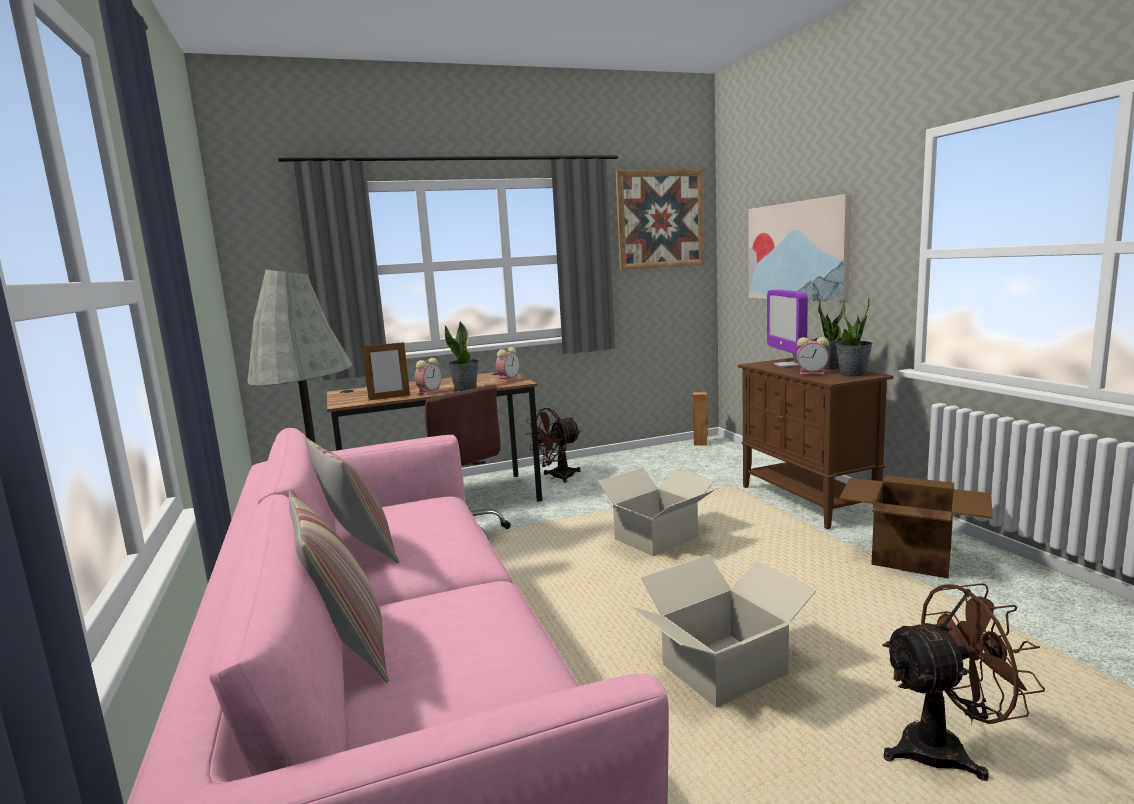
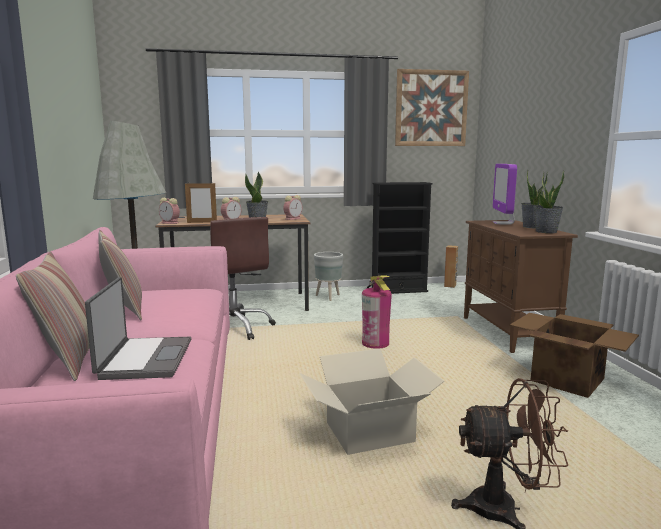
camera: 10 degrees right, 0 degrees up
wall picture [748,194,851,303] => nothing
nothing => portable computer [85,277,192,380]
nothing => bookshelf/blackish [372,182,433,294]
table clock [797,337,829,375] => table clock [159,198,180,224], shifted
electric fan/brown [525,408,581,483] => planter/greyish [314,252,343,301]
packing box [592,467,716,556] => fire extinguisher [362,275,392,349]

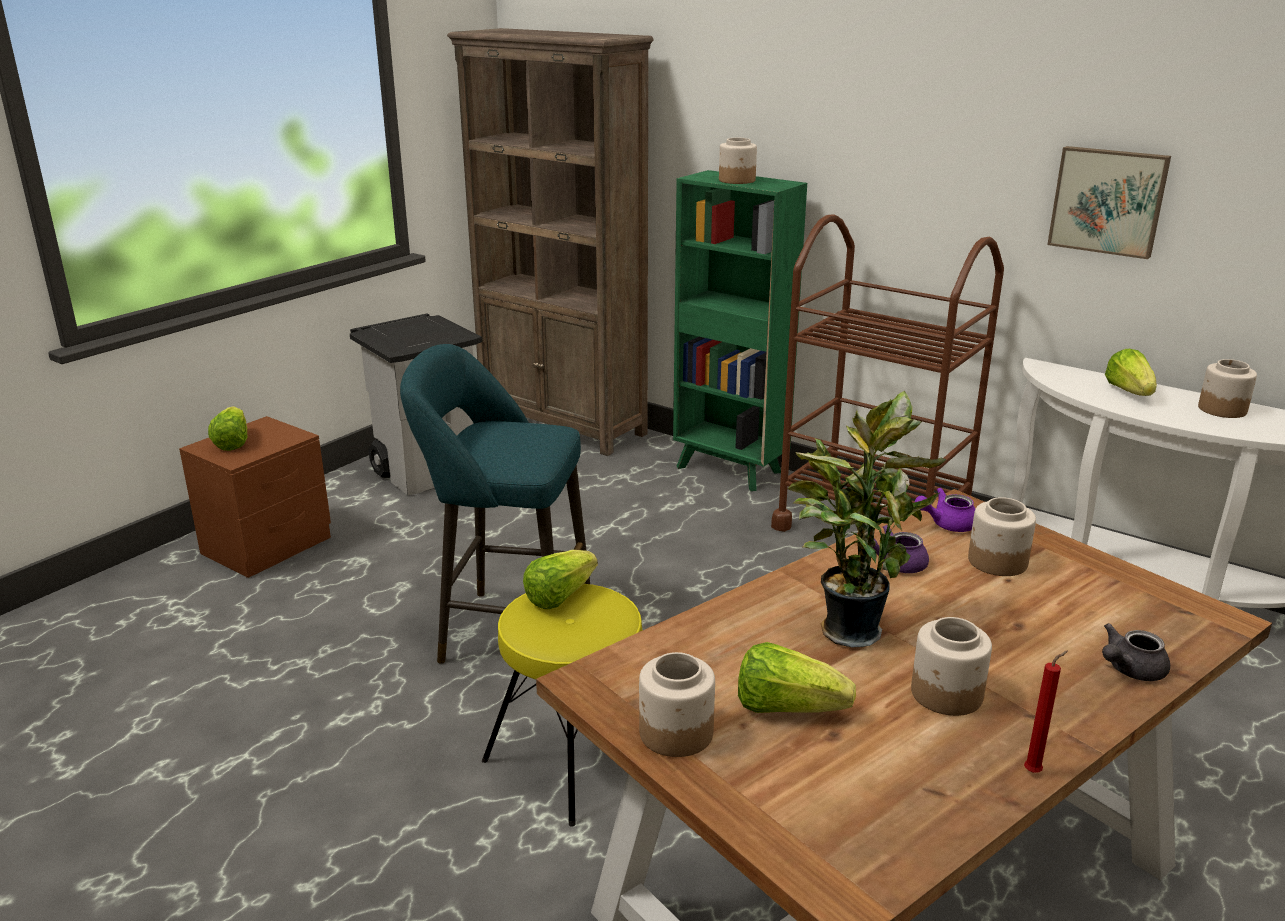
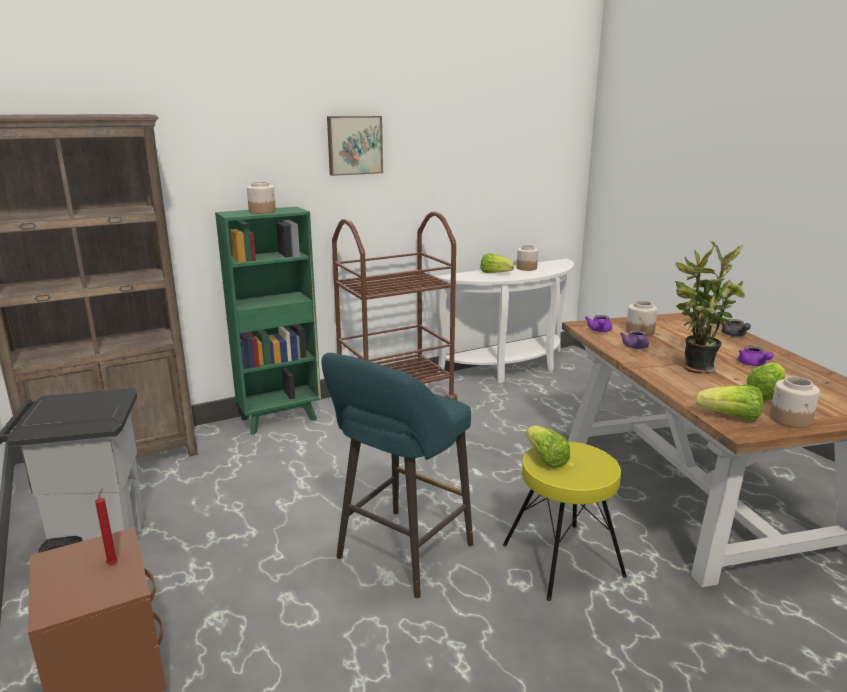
camera: 65 degrees left, 5 degrees down
head of lettuce [208,406,247,451] => head of lettuce [695,385,763,421], shifted
candle/red-coloured [1024,651,1068,773] => candle/red-coloured [95,488,118,565], shifted
wall picture [1047,146,1171,259] => wall picture [327,116,383,176], shifted
storage jar [911,617,992,716] => pot for tea/purplish [738,346,774,366]

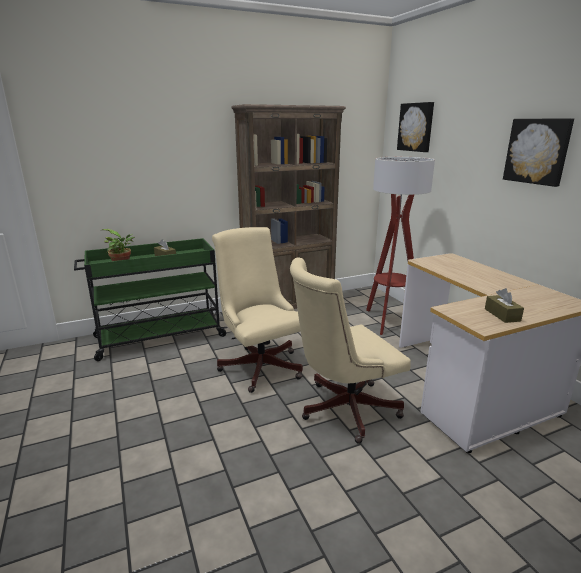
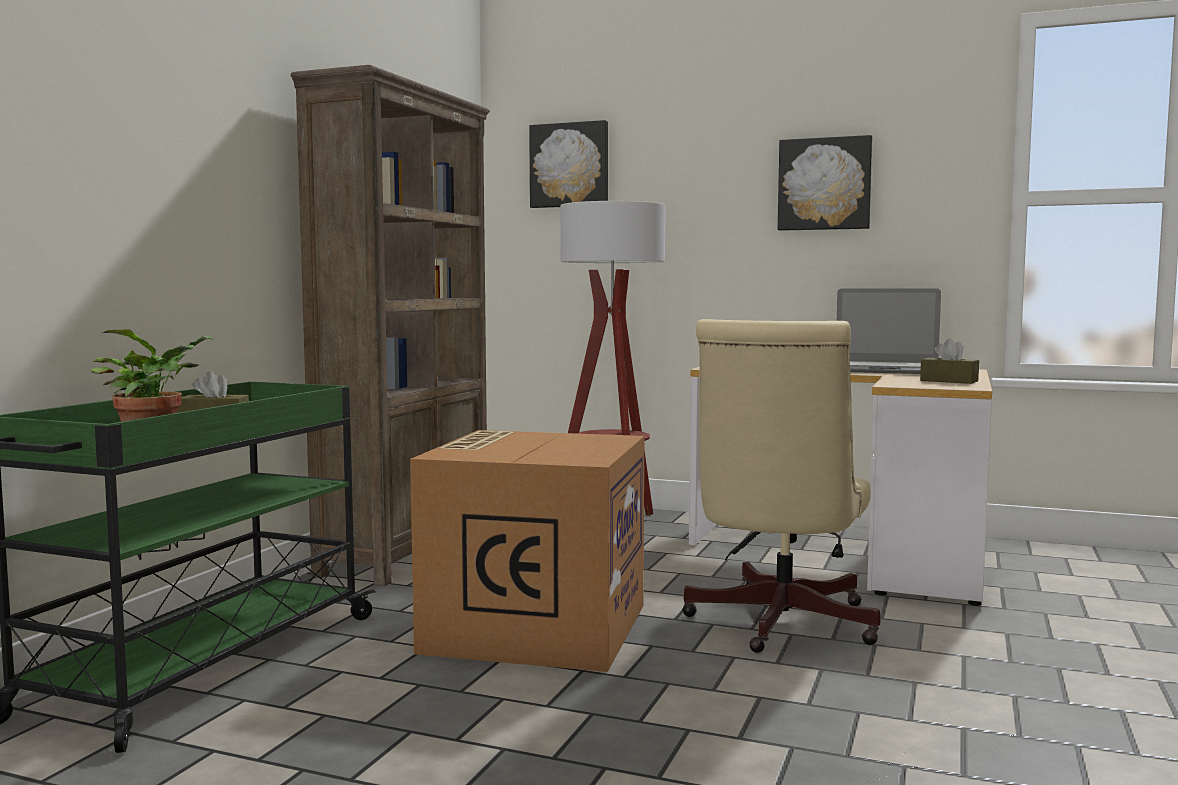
camera: 45 degrees left, 15 degrees down
nothing => portable computer [837,288,941,374]
desk chair/beige [212,227,303,393] => packing box [410,430,644,672]

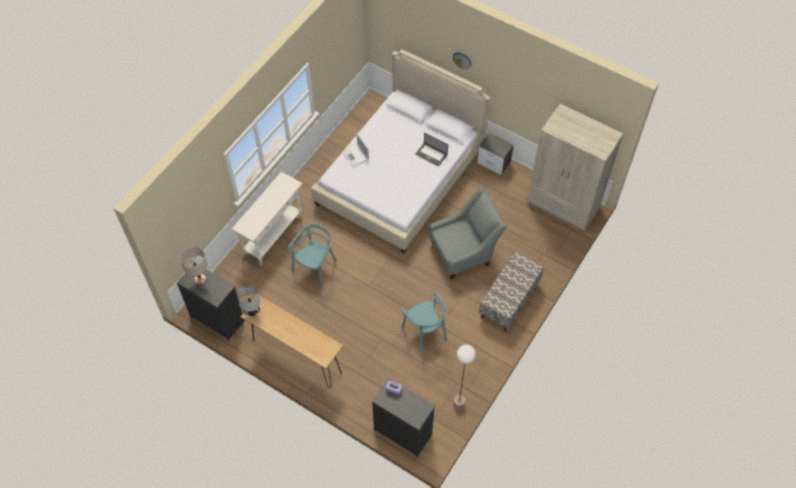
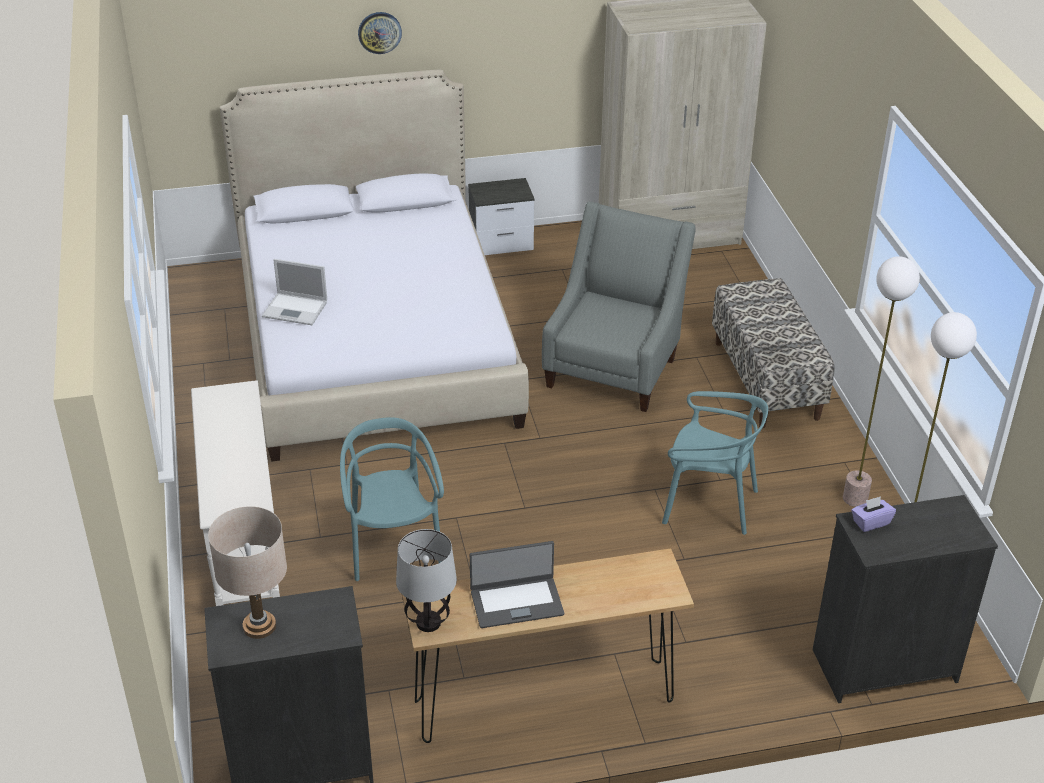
camera: 45 degrees left, 20 degrees down
nothing => standing lamp [843,256,920,507]
portable computer [415,133,448,166] => portable computer [470,541,564,628], shifted

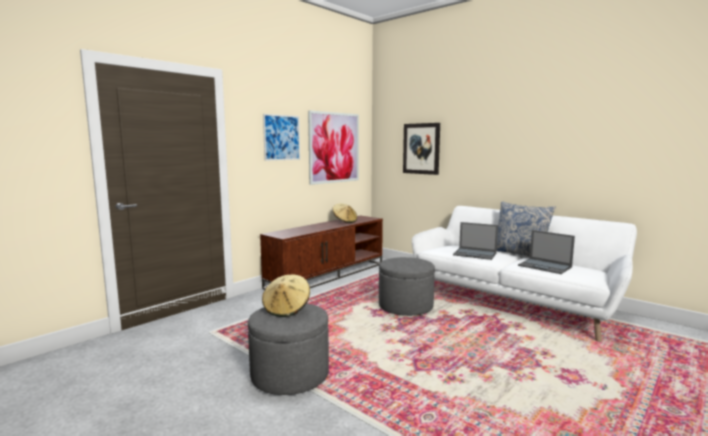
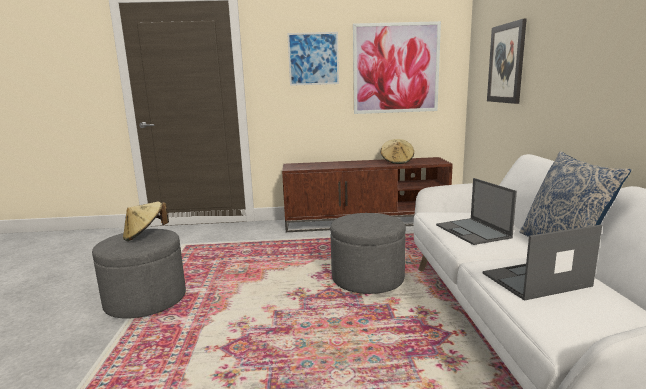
camera: 45 degrees right, 5 degrees up
portable computer [518,230,575,274] => portable computer [483,225,602,301], 75 degrees clockwise

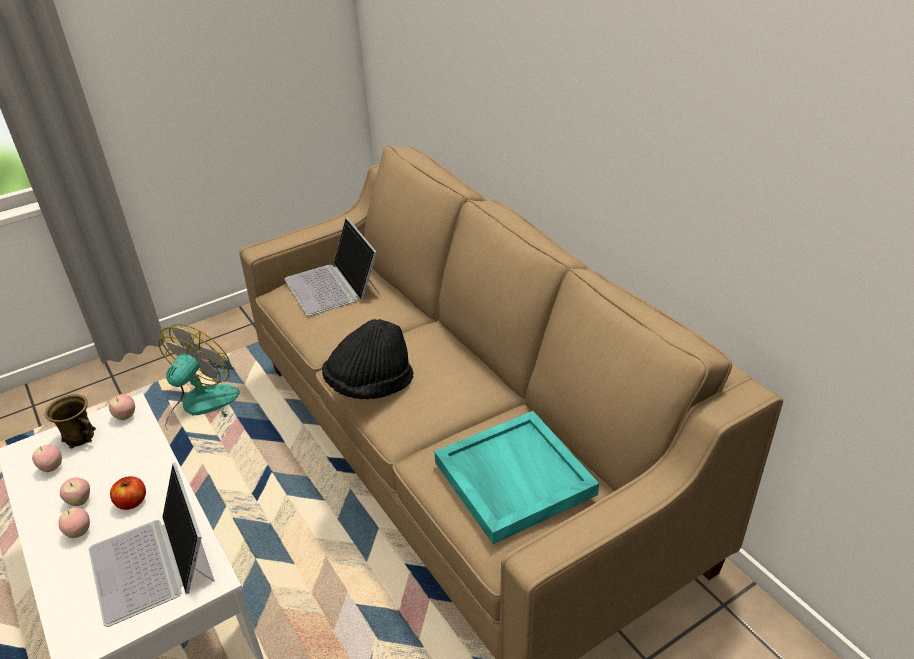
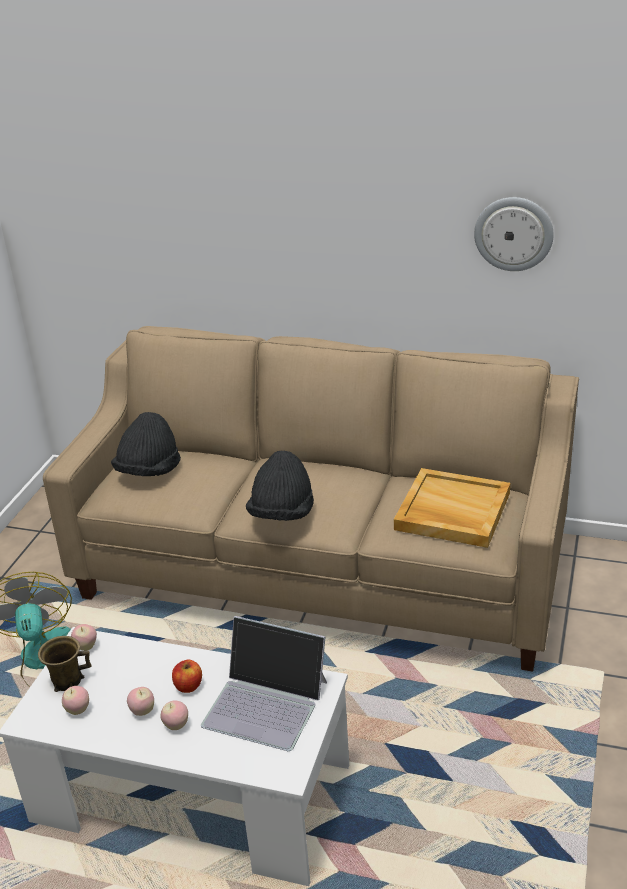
camera: 40 degrees left, 5 degrees down
nothing => wall clock [474,197,554,271]
portable computer [285,217,379,316] => clothing hat/blackish [111,412,181,476]
serving tray/turquoise-coloured [434,411,599,544] => serving tray/beige [394,468,510,548]

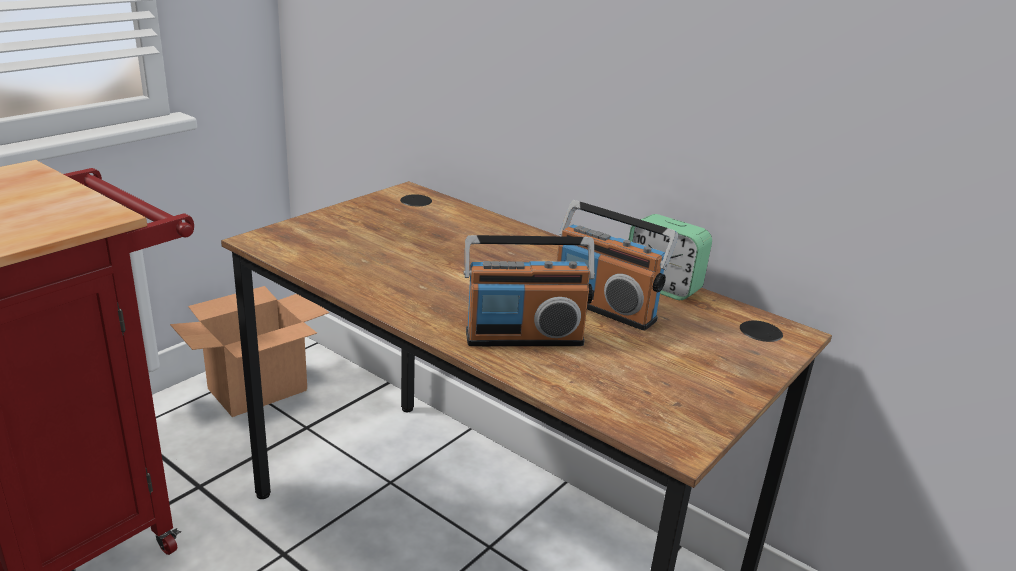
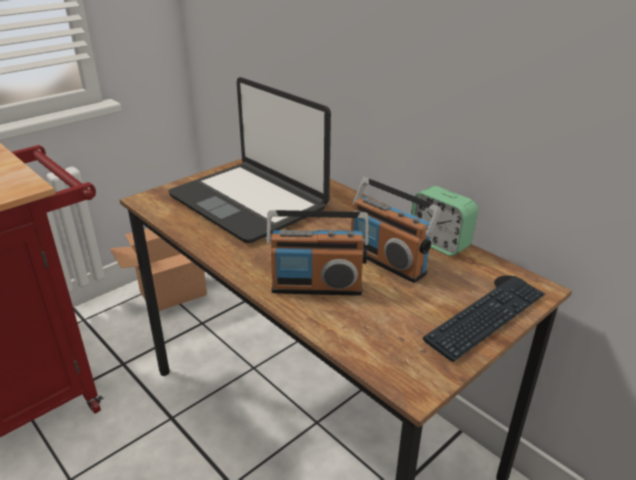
camera: 10 degrees right, 5 degrees up
nothing => portable computer [168,77,331,243]
nothing => PC keyboard [423,276,545,362]

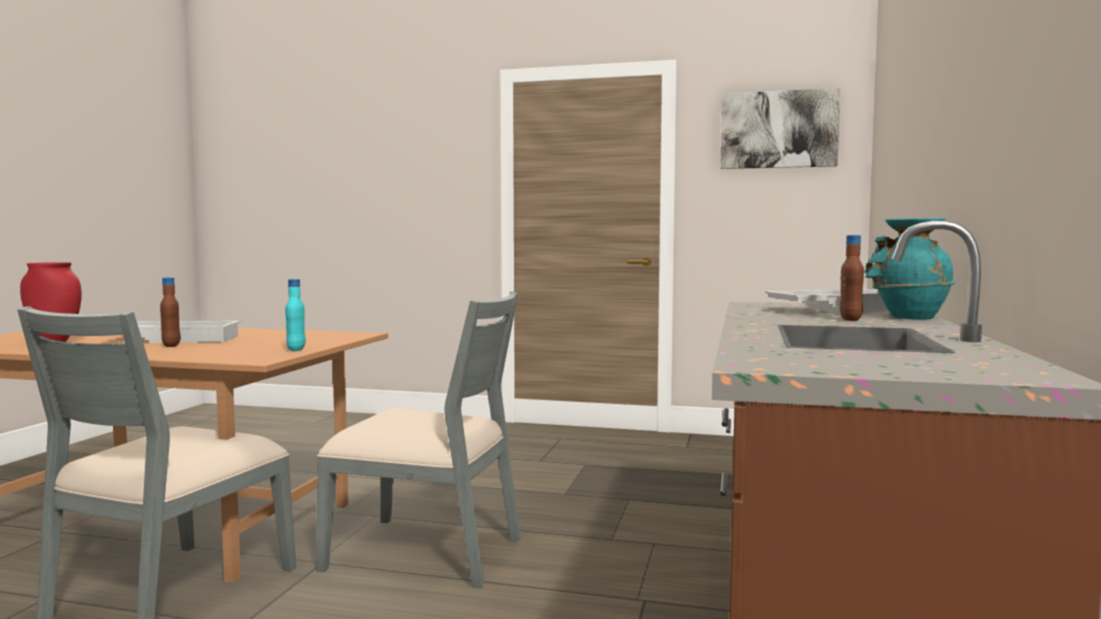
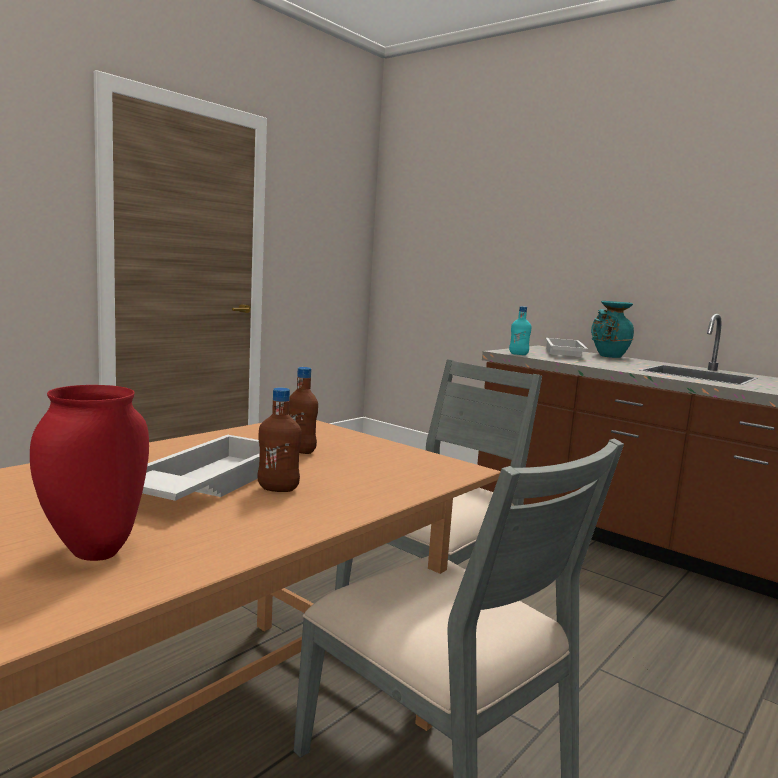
camera: 65 degrees left, 5 degrees up
wall picture [720,88,840,169] => nothing
drink bottle/turquoise-coloured [285,279,306,351] => drink bottle/turquoise-coloured [509,306,531,355], shifted
drink bottle/brown [840,235,864,321] => drink bottle/brown [289,367,318,454], shifted

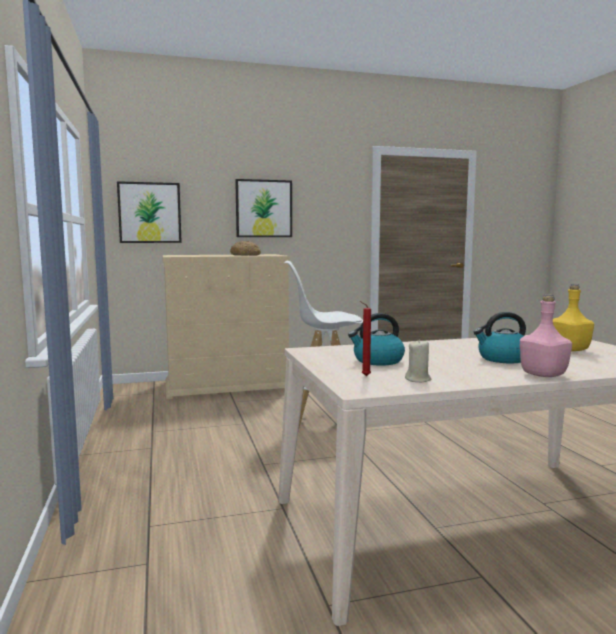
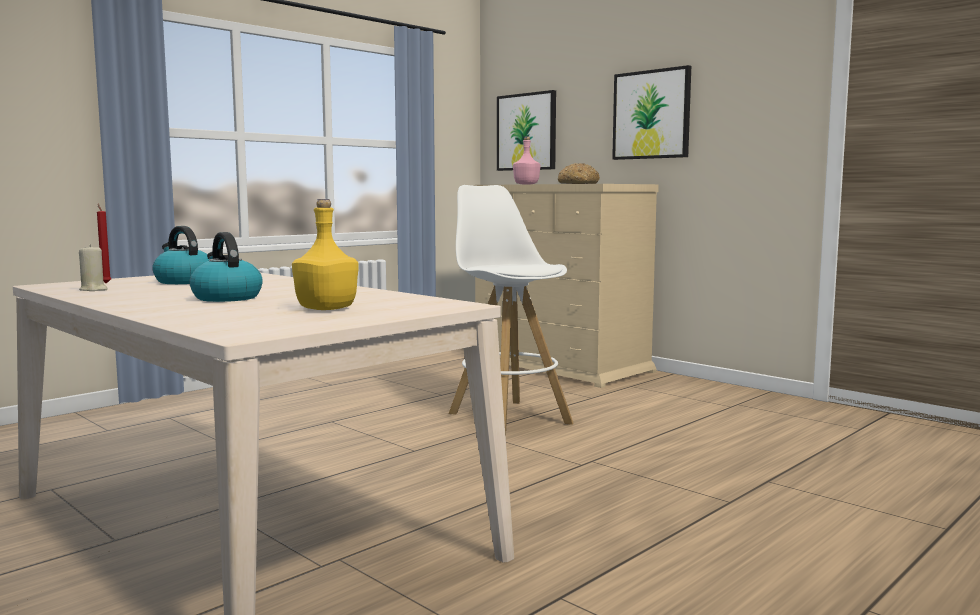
camera: 60 degrees right, 0 degrees up
drink bottle/pinkish [520,294,572,377] => drink bottle/pinkish [513,136,540,184], shifted

